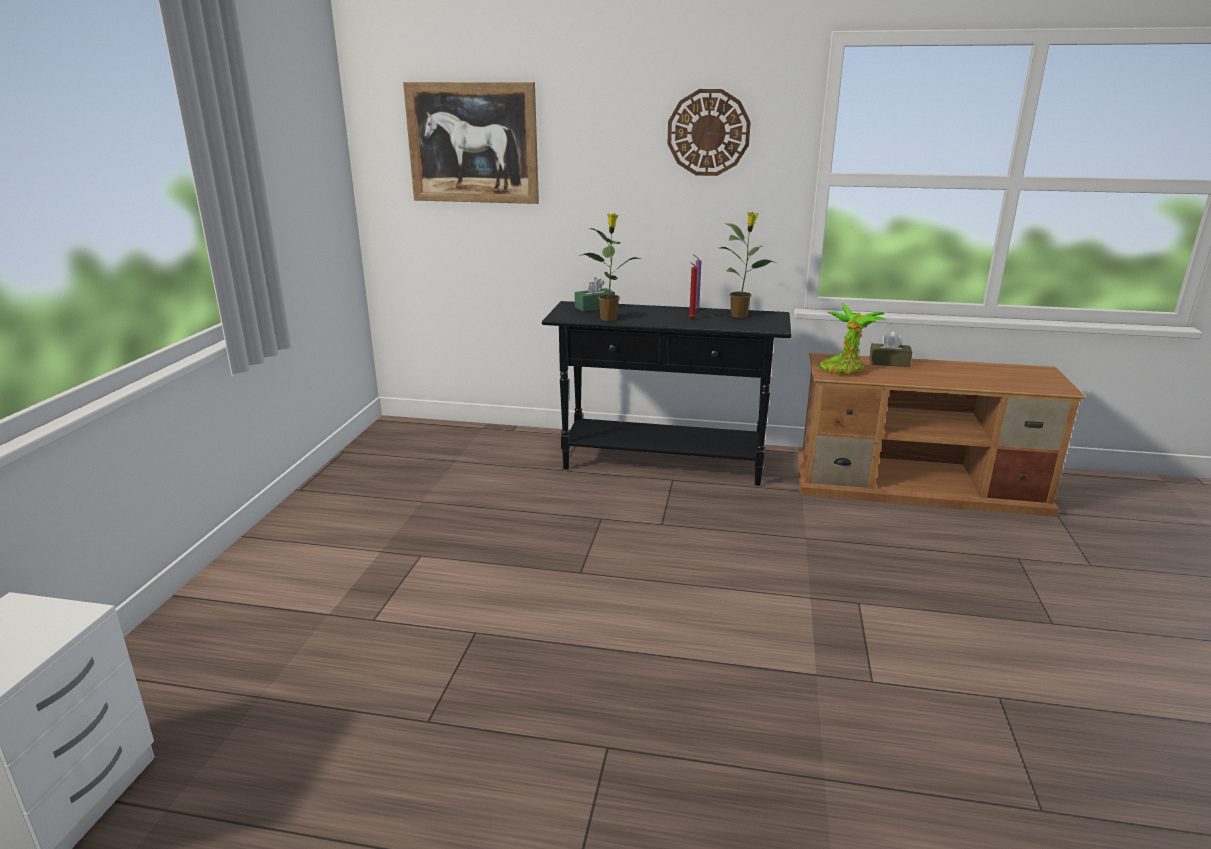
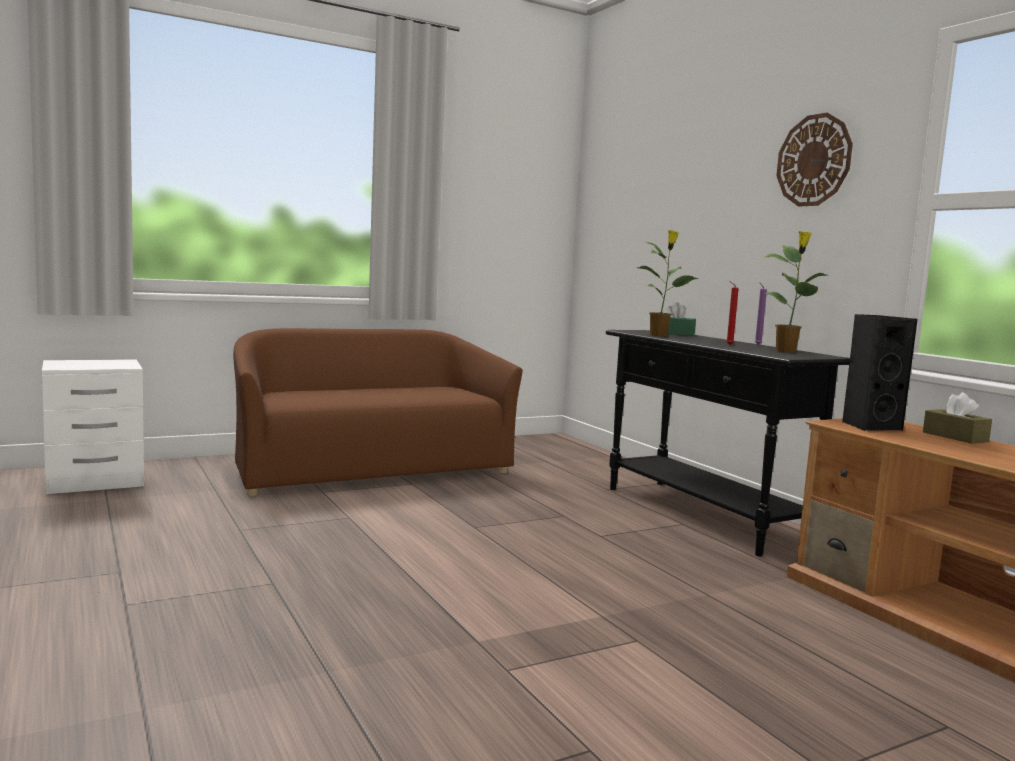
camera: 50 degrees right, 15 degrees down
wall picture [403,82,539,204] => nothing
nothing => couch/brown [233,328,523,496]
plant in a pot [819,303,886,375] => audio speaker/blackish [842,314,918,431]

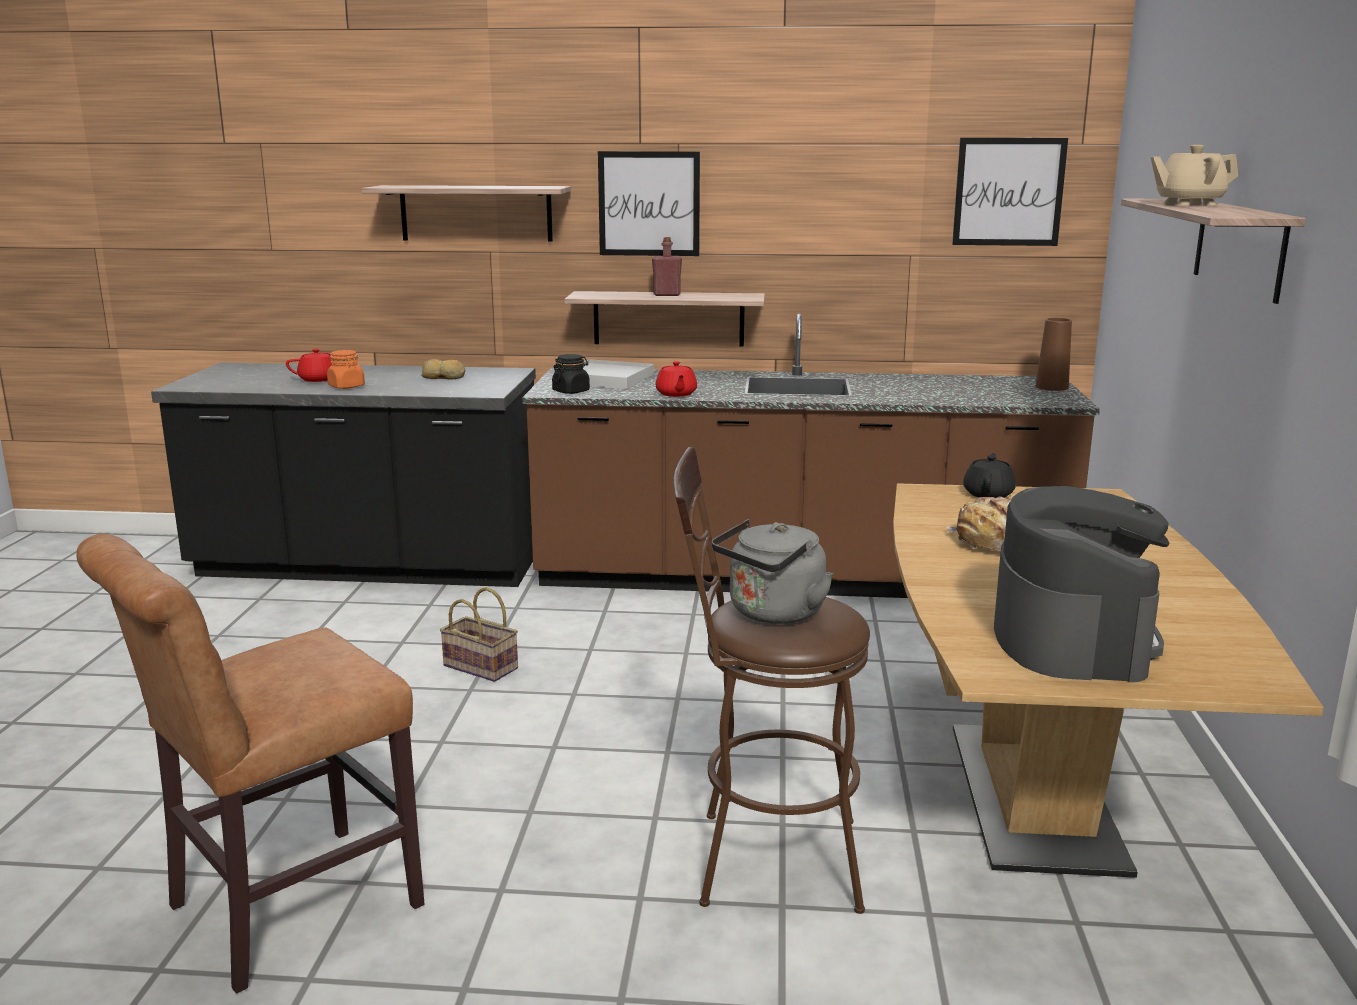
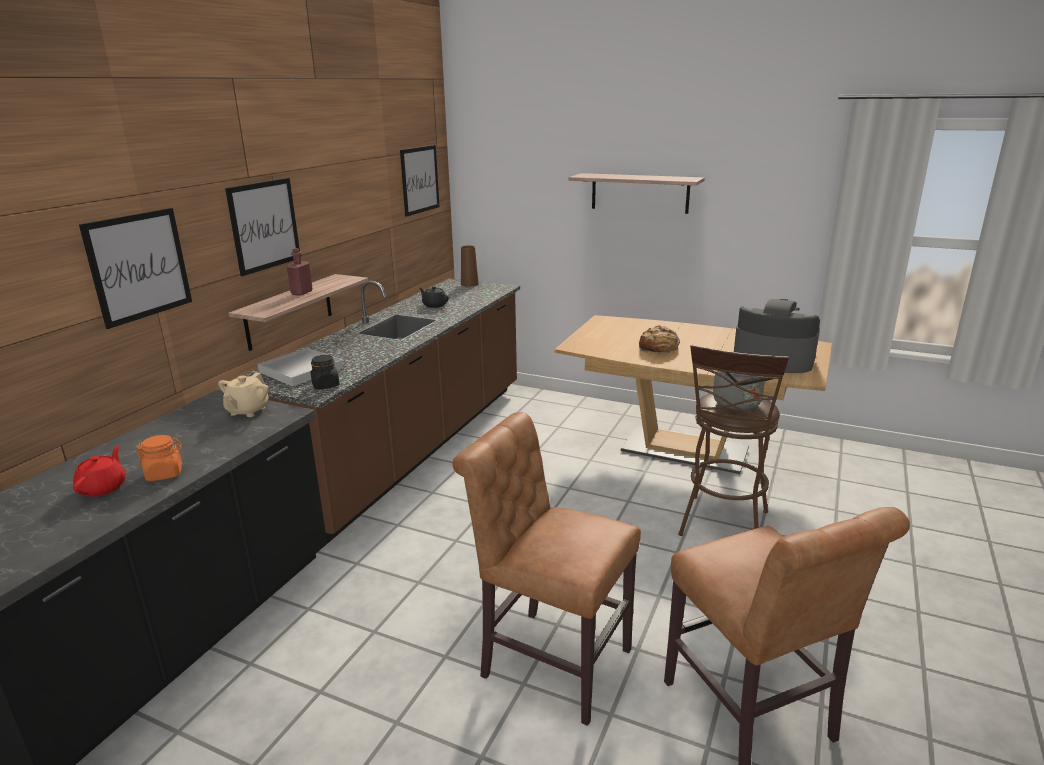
camera: 70 degrees left, 5 degrees up
bread [421,359,465,379] => nothing
basket [440,587,518,682] => nothing
pot for tea/red-coloured [656,361,697,397] => nothing
nothing => plain chair/brown [453,412,641,726]
pot for tea/blackish [963,453,1016,498] => pot for tea/blackish [419,286,449,308], shifted
pot for tea/beige [1151,145,1238,206] => pot for tea/beige [218,372,269,417], shifted
bracket shelf [361,185,571,242] => wall picture [79,208,192,329]

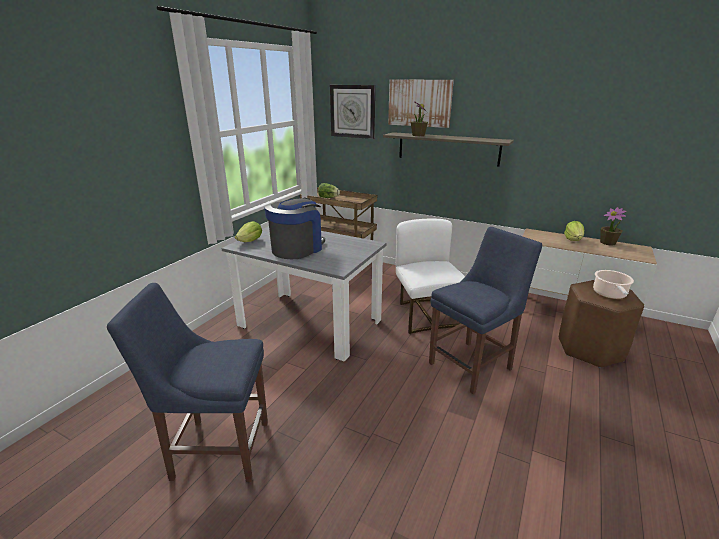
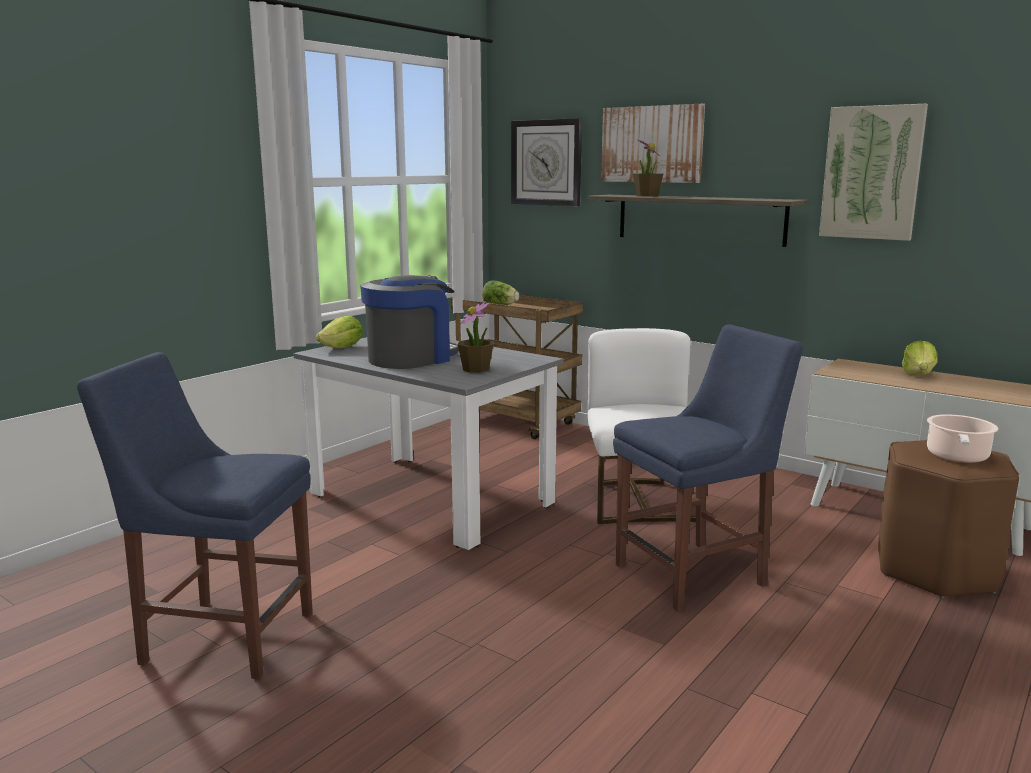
camera: 10 degrees right, 10 degrees down
nothing => wall picture [819,104,928,241]
plant in a pot [600,207,627,246] => plant in a pot [458,301,494,373], shifted

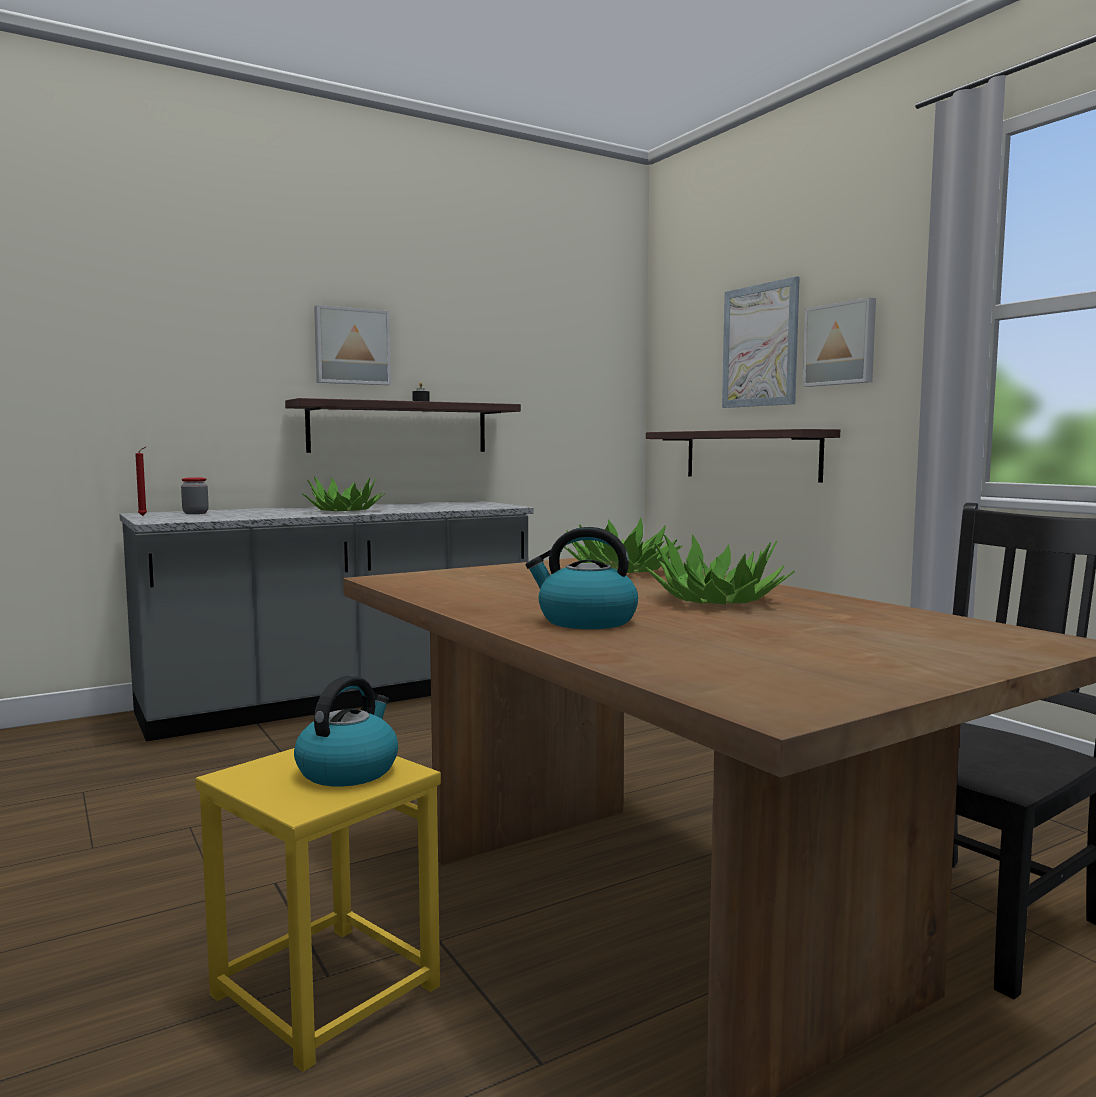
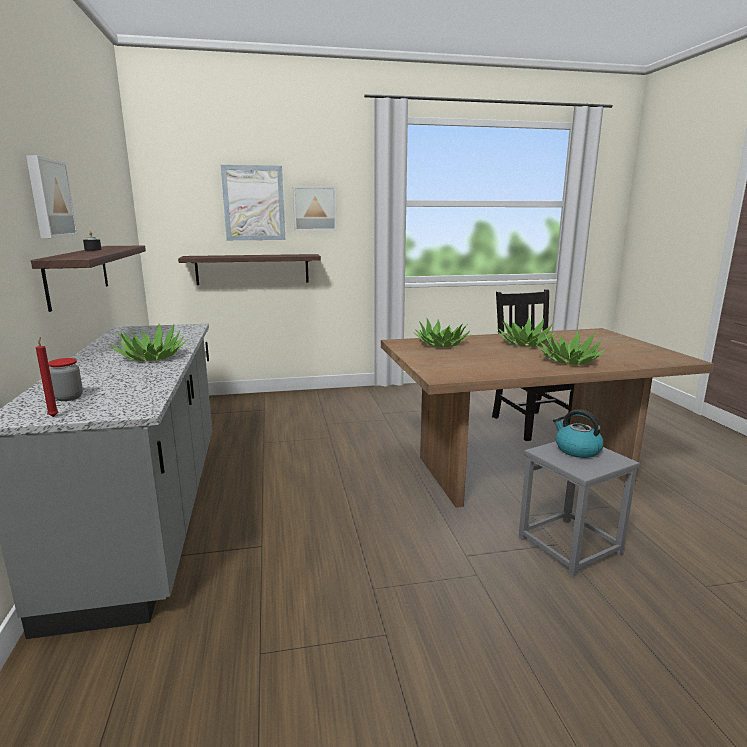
camera: 70 degrees left, 10 degrees up
kettle [526,527,638,629] => plant in a pot [536,331,606,365]
stool seat/yellowish [195,748,441,1072] => stool seat/greyish [518,441,640,577]

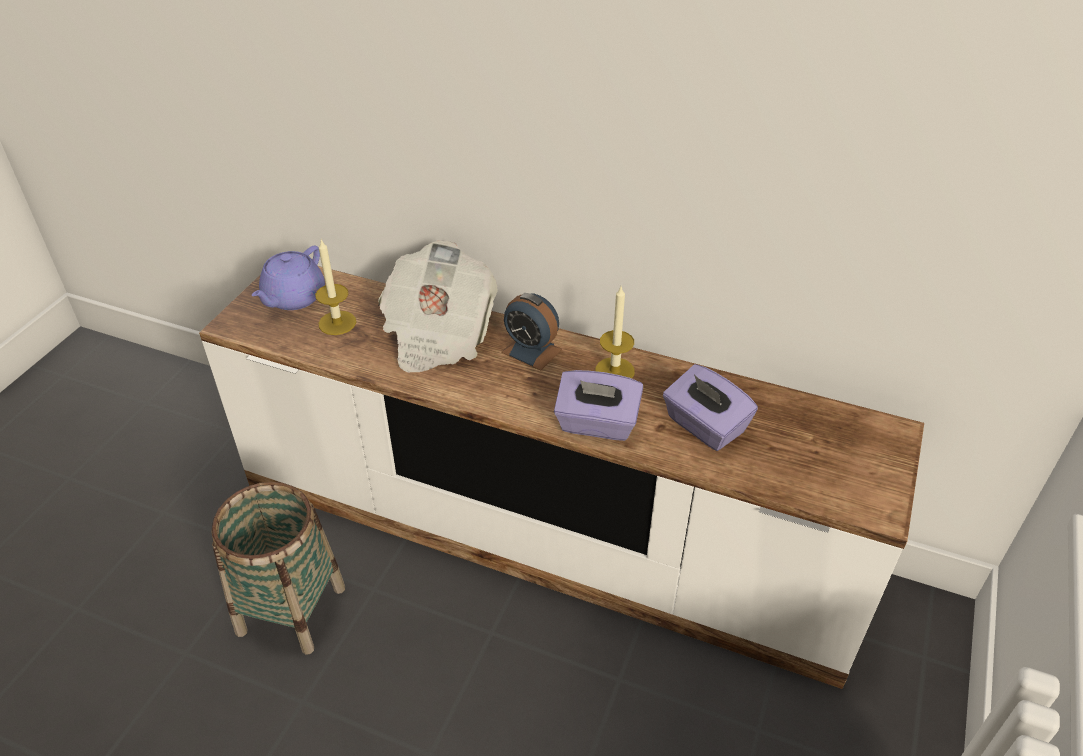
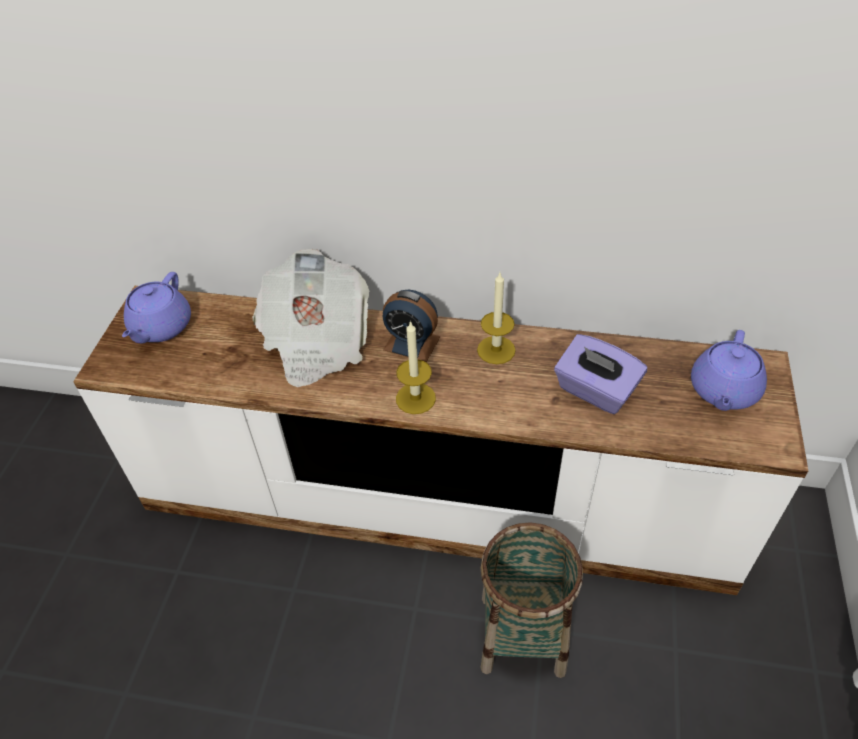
camera: 10 degrees left, 5 degrees up
tissue box/purplish [554,370,643,441] => nothing
nothing => pot for tea/purplish [691,330,767,411]
basket [211,482,345,655] => basket [480,522,583,678], shifted
candle [315,239,356,335] => candle [396,321,436,414], shifted

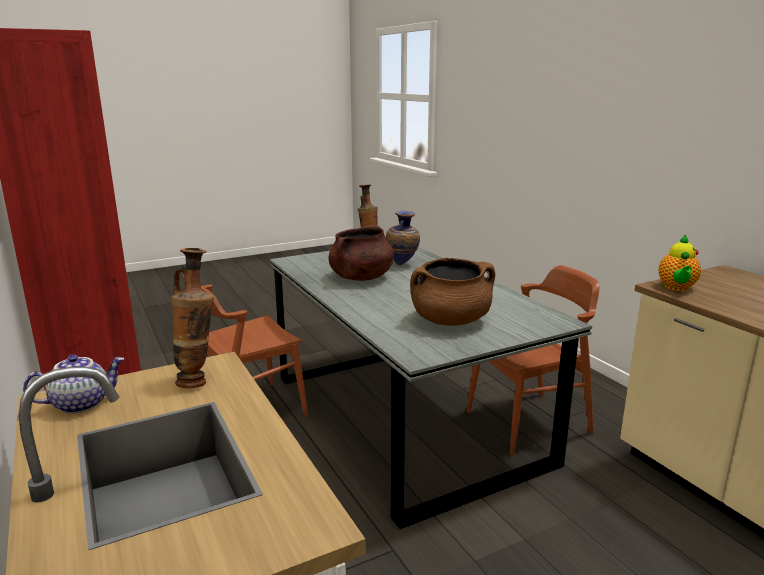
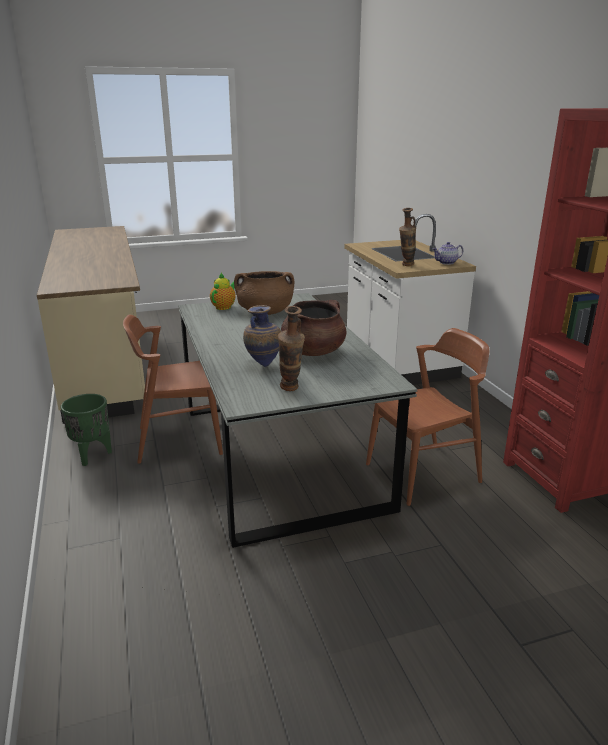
camera: 170 degrees left, 5 degrees up
nothing => planter/green [61,394,112,466]
pot for tea [659,234,701,291] => pot for tea [210,273,236,310], shifted

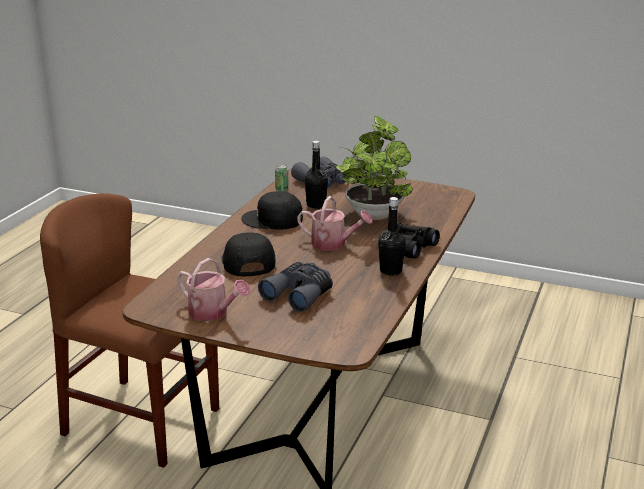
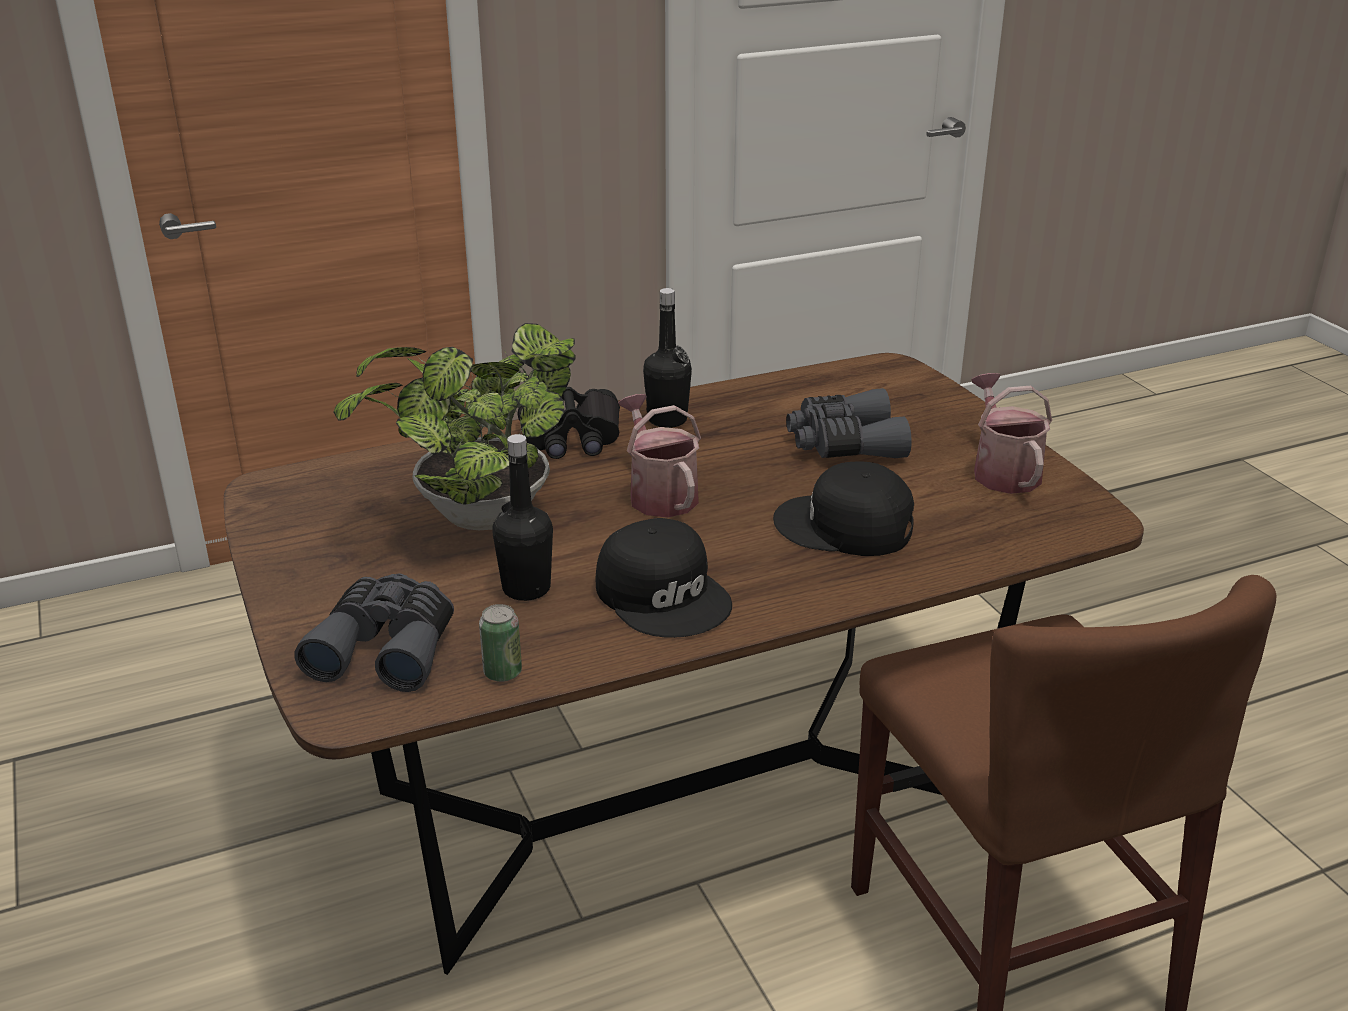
camera: 135 degrees left, 5 degrees up
peaked cap/blackish [221,232,275,276] => peaked cap/blackish [773,461,914,556], 75 degrees clockwise

